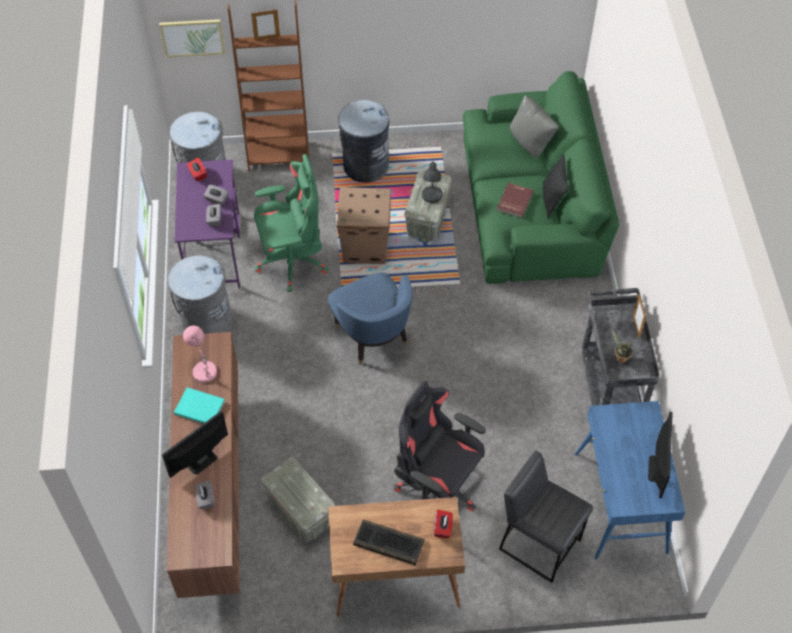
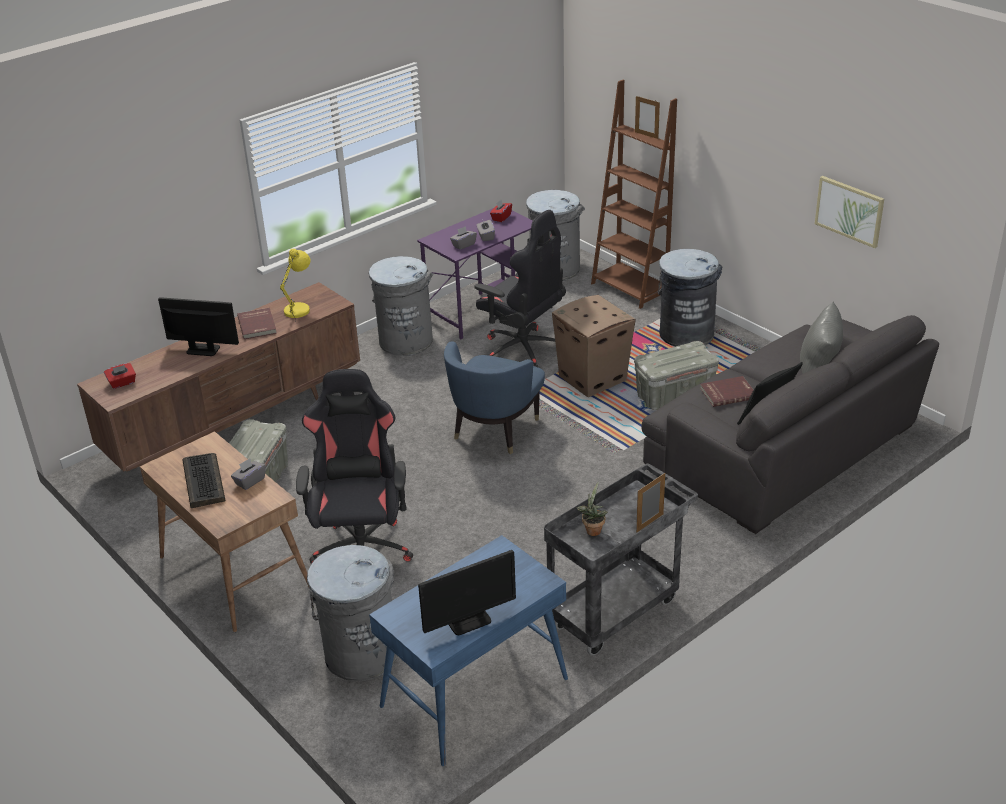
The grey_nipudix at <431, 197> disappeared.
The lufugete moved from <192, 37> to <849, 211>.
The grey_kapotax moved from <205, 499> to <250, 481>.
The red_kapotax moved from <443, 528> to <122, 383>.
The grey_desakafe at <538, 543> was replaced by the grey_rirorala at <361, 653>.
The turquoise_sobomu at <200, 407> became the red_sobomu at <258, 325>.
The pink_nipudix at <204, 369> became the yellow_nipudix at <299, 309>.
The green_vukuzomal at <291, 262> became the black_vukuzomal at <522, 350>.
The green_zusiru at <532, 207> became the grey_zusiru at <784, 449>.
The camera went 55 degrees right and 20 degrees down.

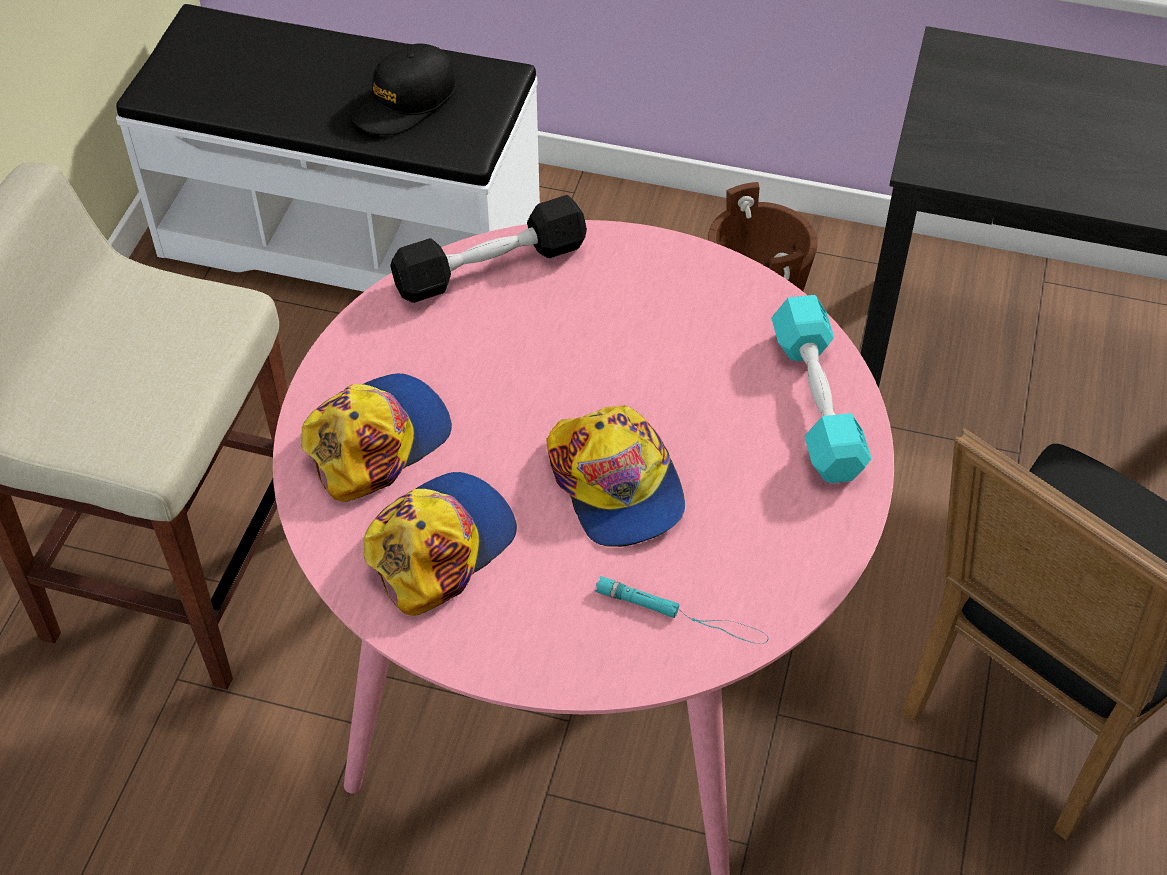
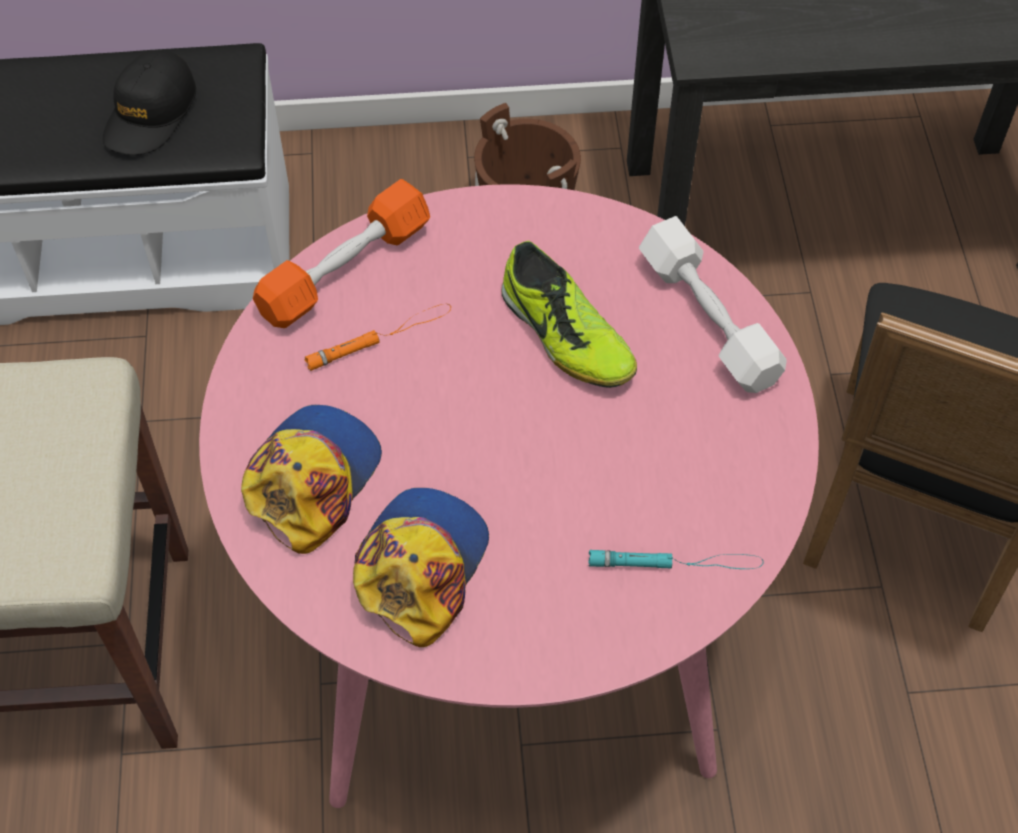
The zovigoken at <616, 485> disappeared.
The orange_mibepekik at <380, 337> appeared.
The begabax at <565, 336> appeared.
The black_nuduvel at <491, 266> became the orange_nuduvel at <345, 269>.
The turquoise_nuduvel at <816, 403> became the white_nuduvel at <708, 319>.
The camera went 20 degrees left and 5 degrees up.

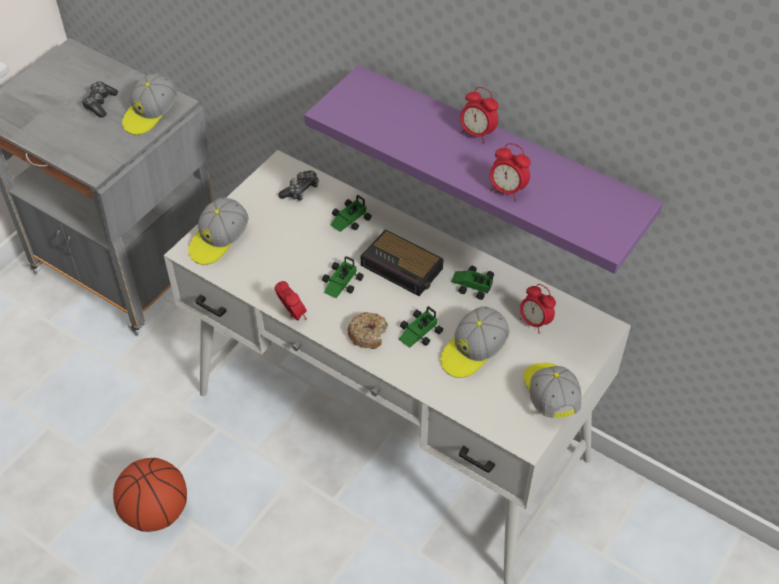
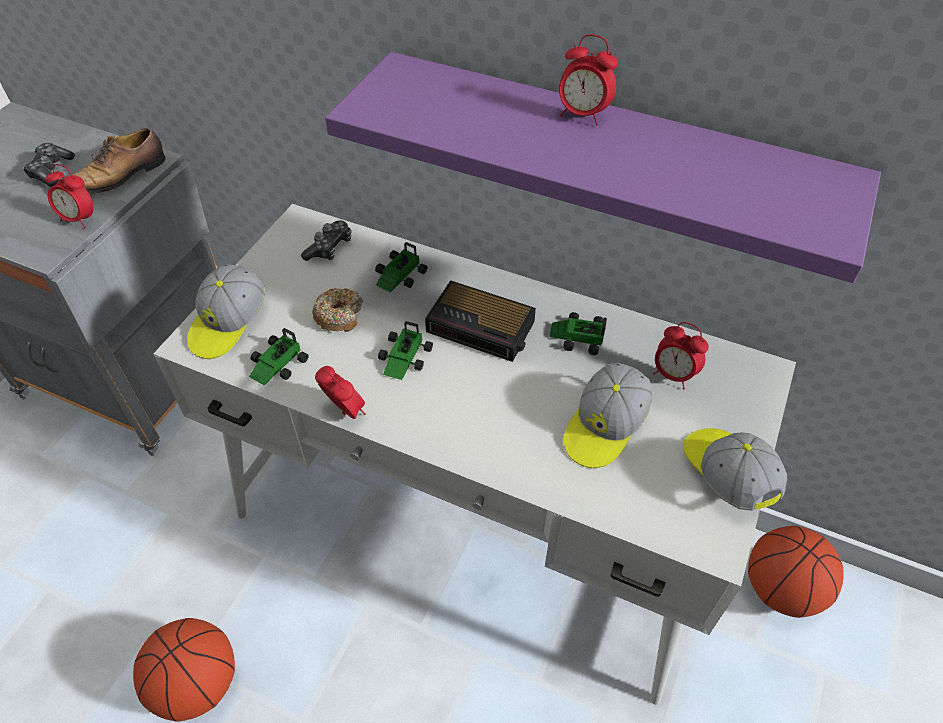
The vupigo at <780, 588> appeared.
The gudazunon moved from <368, 334> to <339, 315>.
The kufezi moved from <418, 332> to <276, 364>.
The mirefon moved from <507, 190> to <79, 219>.
The zovigoken at <151, 114> was replaced by the begabax at <120, 176>.
The camera went 10 degrees left and 0 degrees up.

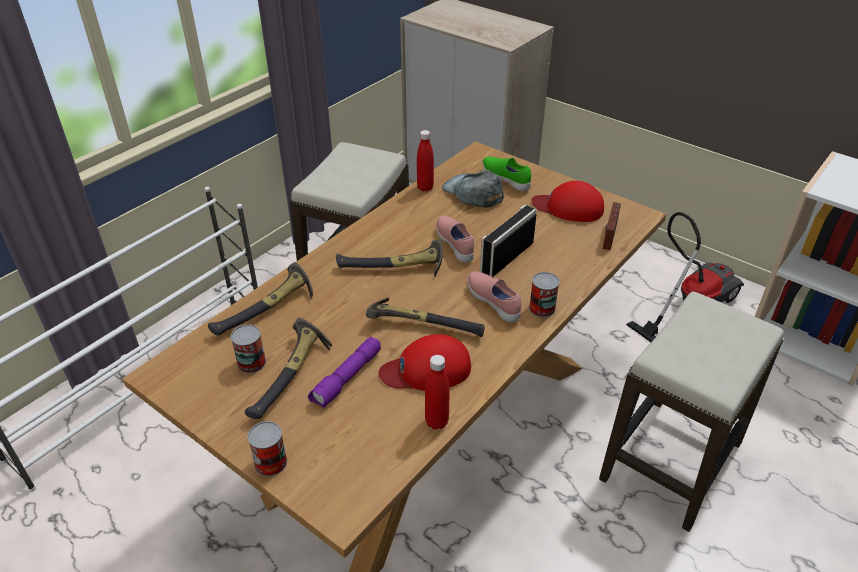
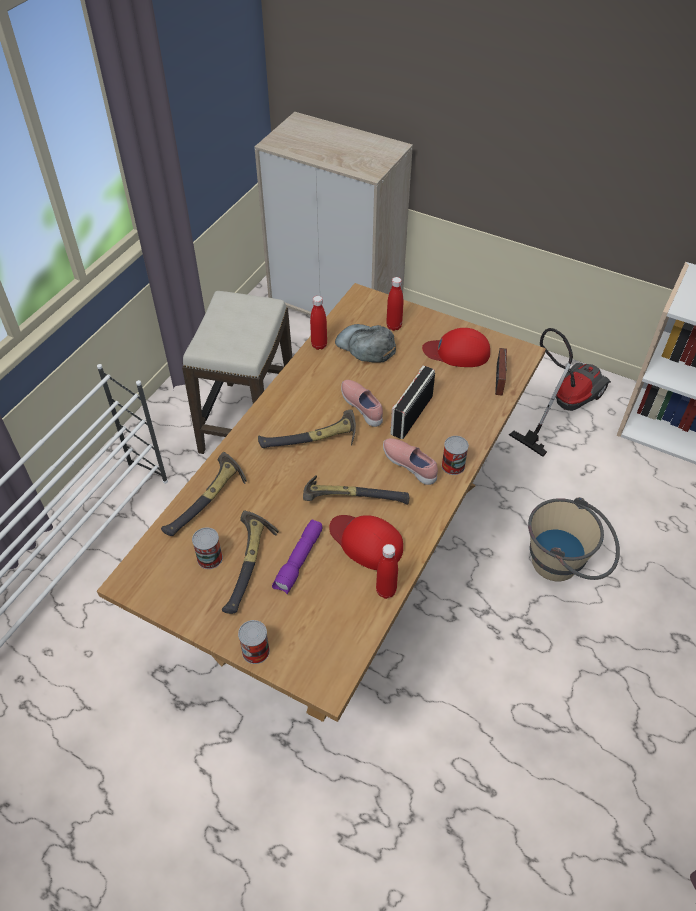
The green_begabax at <506, 179> was replaced by the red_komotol at <394, 326>.
The desakafe at <671, 462> was replaced by the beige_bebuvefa at <565, 565>.
The red_zovigoken at <427, 369> turned 60 degrees clockwise.
The camera went 10 degrees left and 10 degrees up.

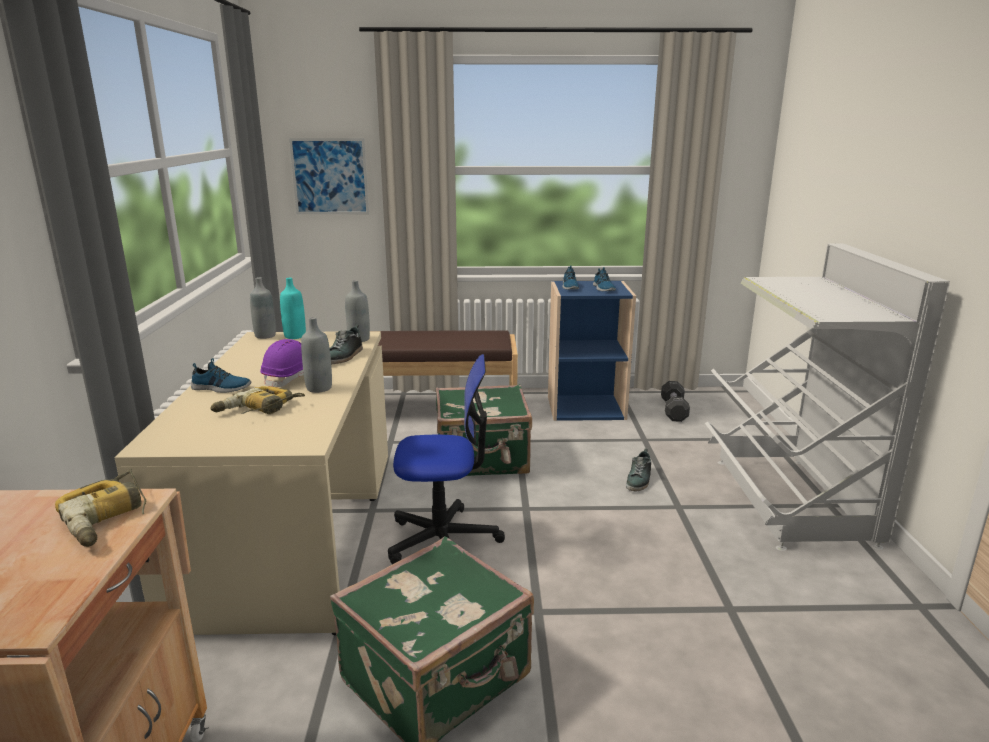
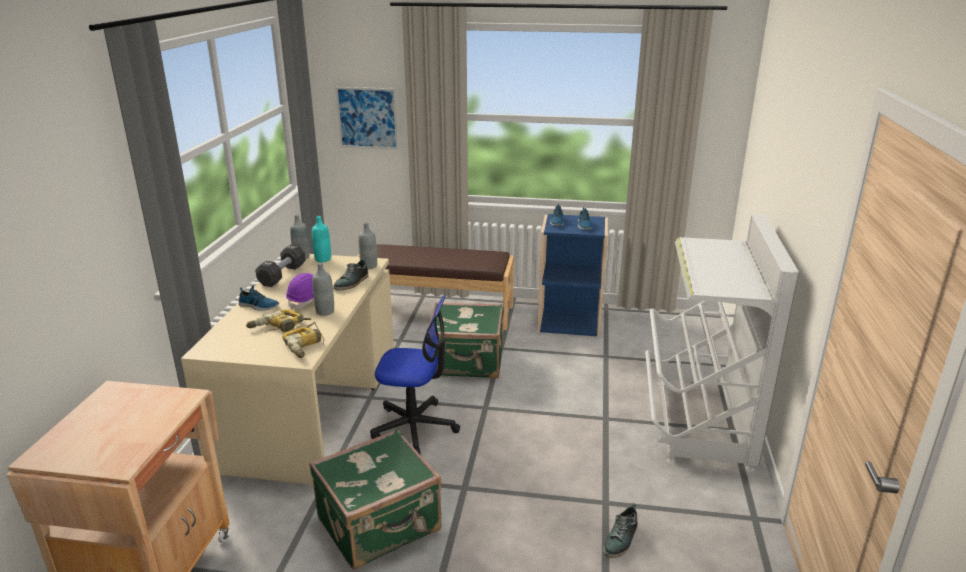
The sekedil moved from <109, 518> to <306, 345>.
The begabax moved from <639, 480> to <621, 539>.
The black_nuduvel moved from <673, 410> to <282, 275>.
The camera went 10 degrees right and 5 degrees up.

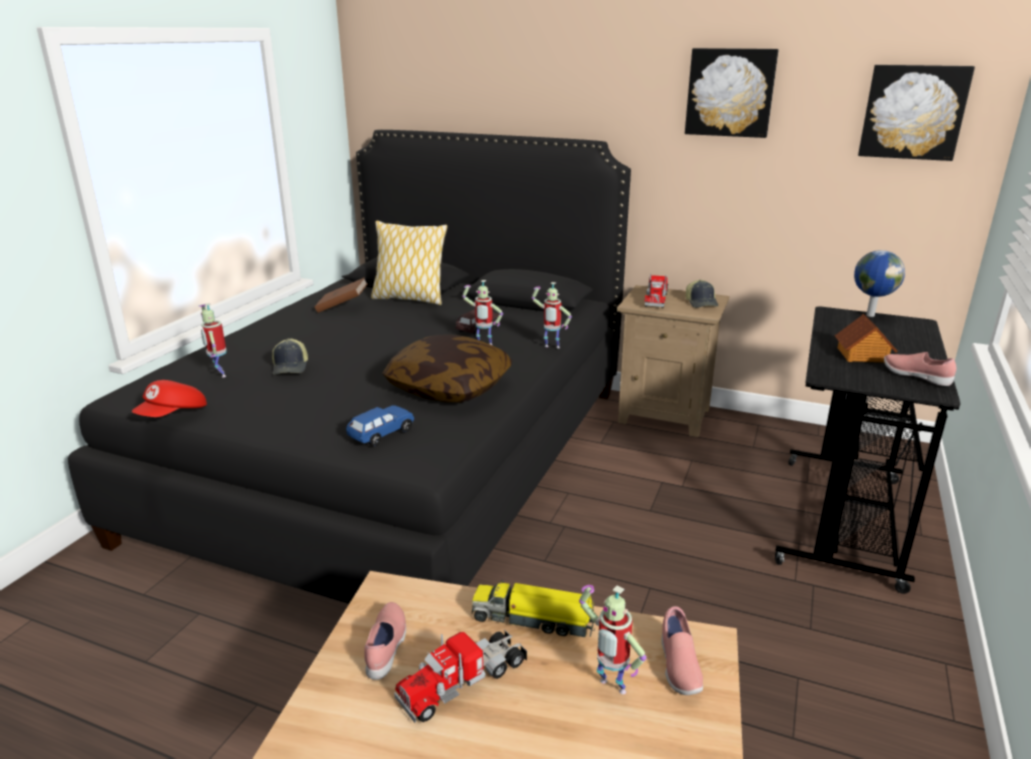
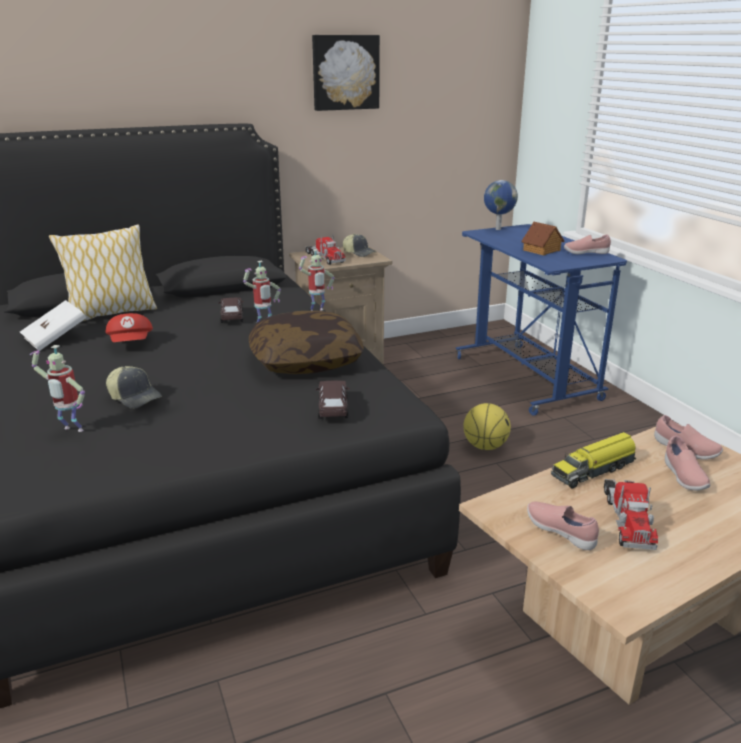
The lufugete at <913, 112> disappeared.
The vupigo at <485, 446> appeared.
The red_zovigoken moved from <173, 415> to <132, 343>.
The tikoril at <609, 688> was replaced by the pink_begabax at <683, 476>.
The brown_sobomu at <342, 307> became the white_sobomu at <55, 339>.
The blue_kufezi at <381, 434> became the brown_kufezi at <333, 408>.
The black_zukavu at <840, 521> became the blue_zukavu at <526, 378>.
The camera went 45 degrees left and 0 degrees up.

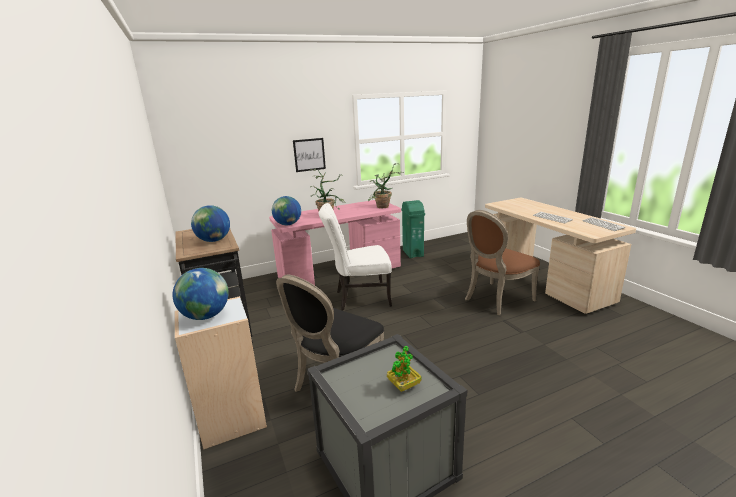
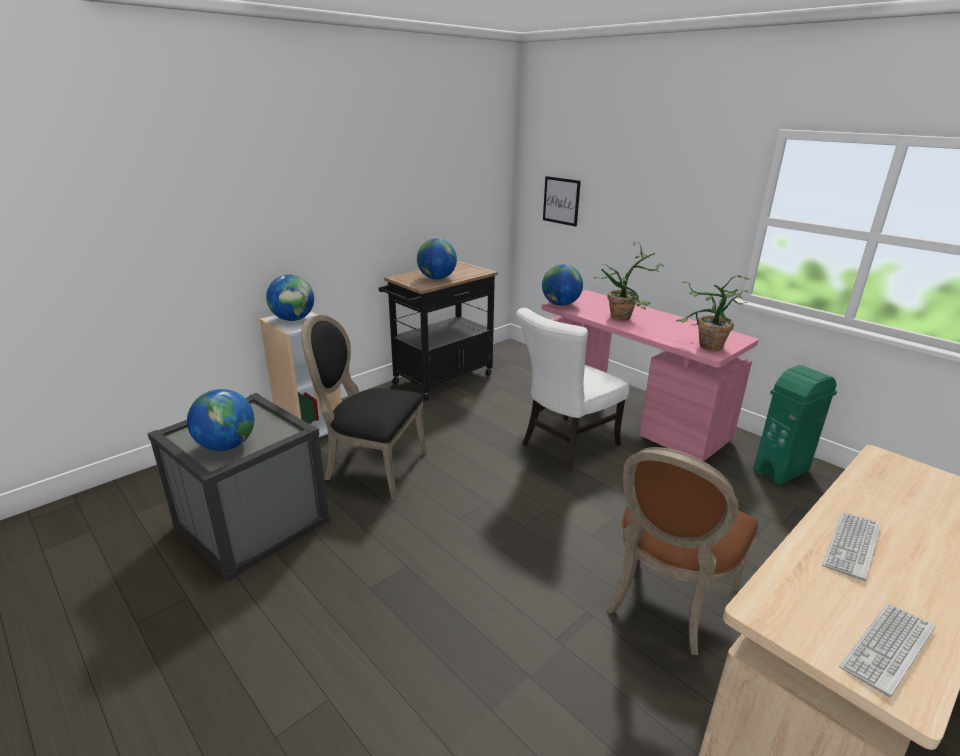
The lufugete moved from <309, 154> to <561, 201>.
The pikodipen at <404, 385> was replaced by the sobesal at <226, 446>.
The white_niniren at <359, 298> turned 105 degrees counterclockwise.
The brown_niniren at <495, 300> turned 90 degrees counterclockwise.
The camera went 70 degrees right and 5 degrees up.

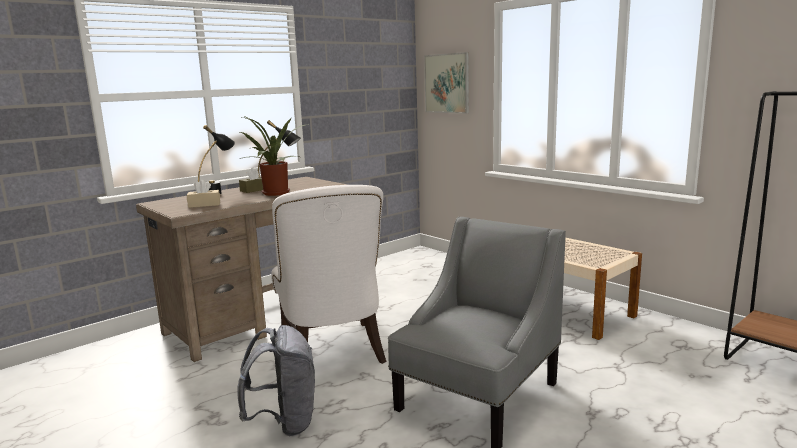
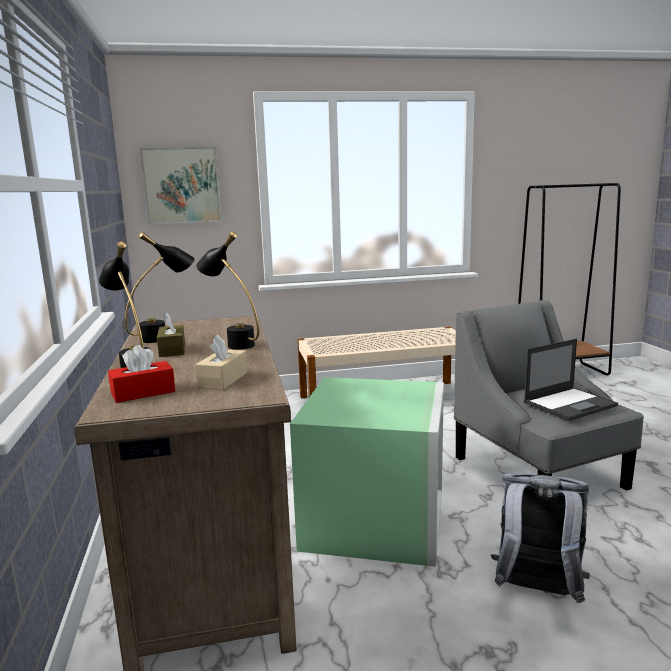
The red_kapotax at <143, 393> appeared.
The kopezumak at <570, 404> appeared.
The pikodipen at <275, 194> was replaced by the black_nipudix at <233, 343>.
The white_niniren at <333, 350> was replaced by the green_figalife at <376, 521>.
The camera went 60 degrees left and 0 degrees up.

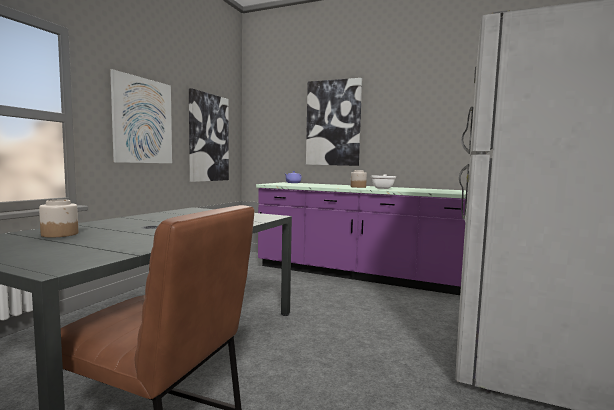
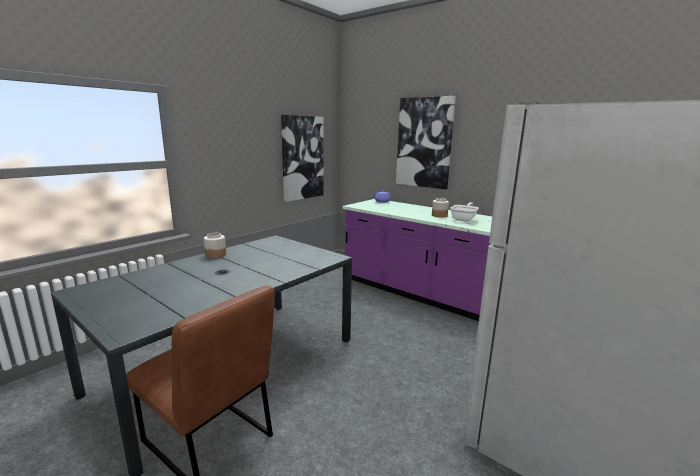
The lufugete at <143, 121> disappeared.
The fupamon moved from <60, 234> to <216, 255>.
The camera went 15 degrees right and 10 degrees up.

